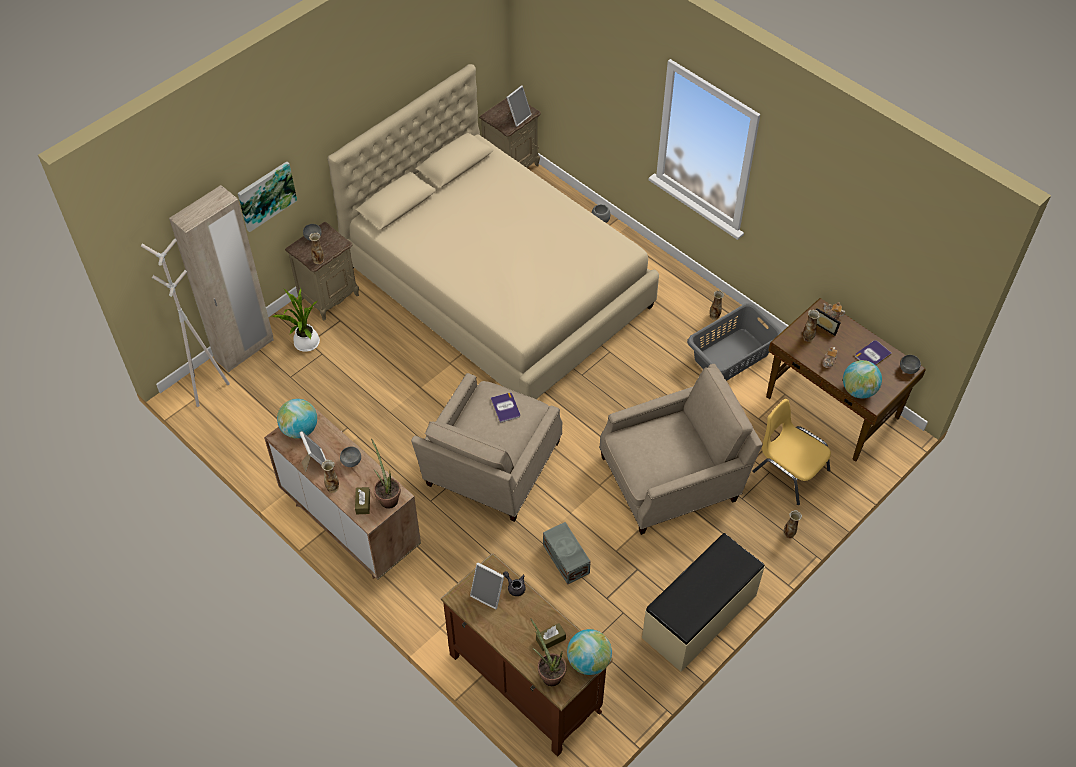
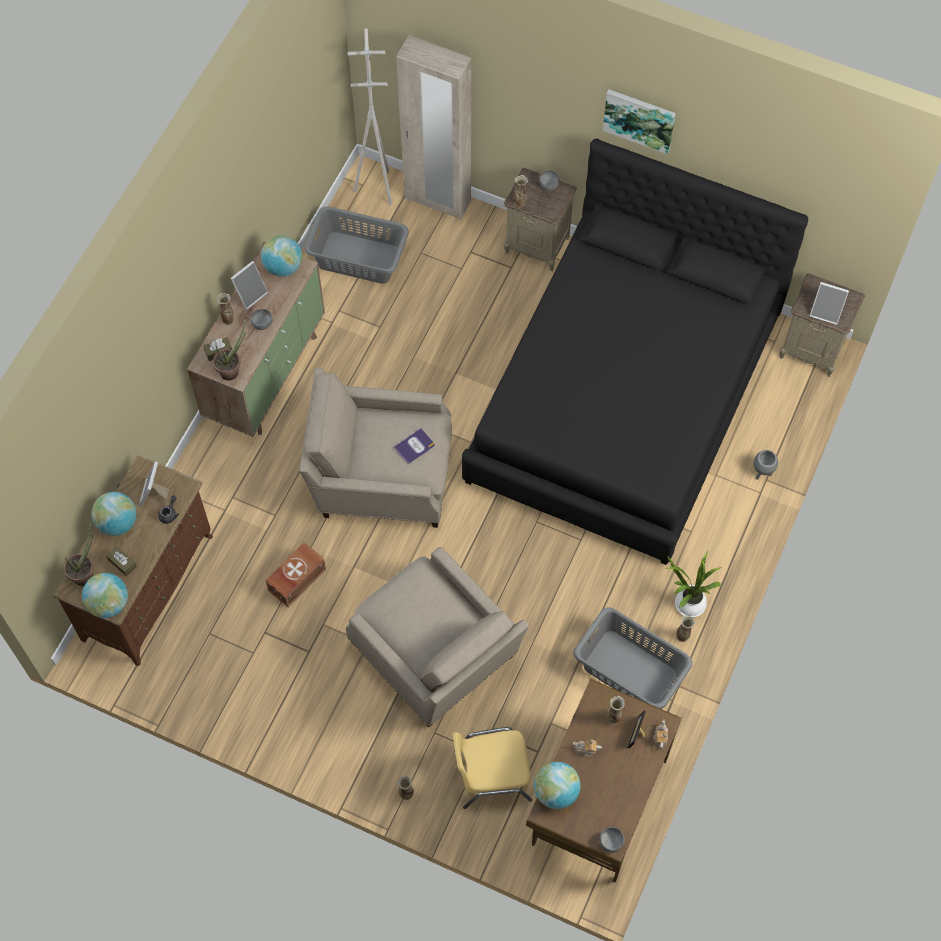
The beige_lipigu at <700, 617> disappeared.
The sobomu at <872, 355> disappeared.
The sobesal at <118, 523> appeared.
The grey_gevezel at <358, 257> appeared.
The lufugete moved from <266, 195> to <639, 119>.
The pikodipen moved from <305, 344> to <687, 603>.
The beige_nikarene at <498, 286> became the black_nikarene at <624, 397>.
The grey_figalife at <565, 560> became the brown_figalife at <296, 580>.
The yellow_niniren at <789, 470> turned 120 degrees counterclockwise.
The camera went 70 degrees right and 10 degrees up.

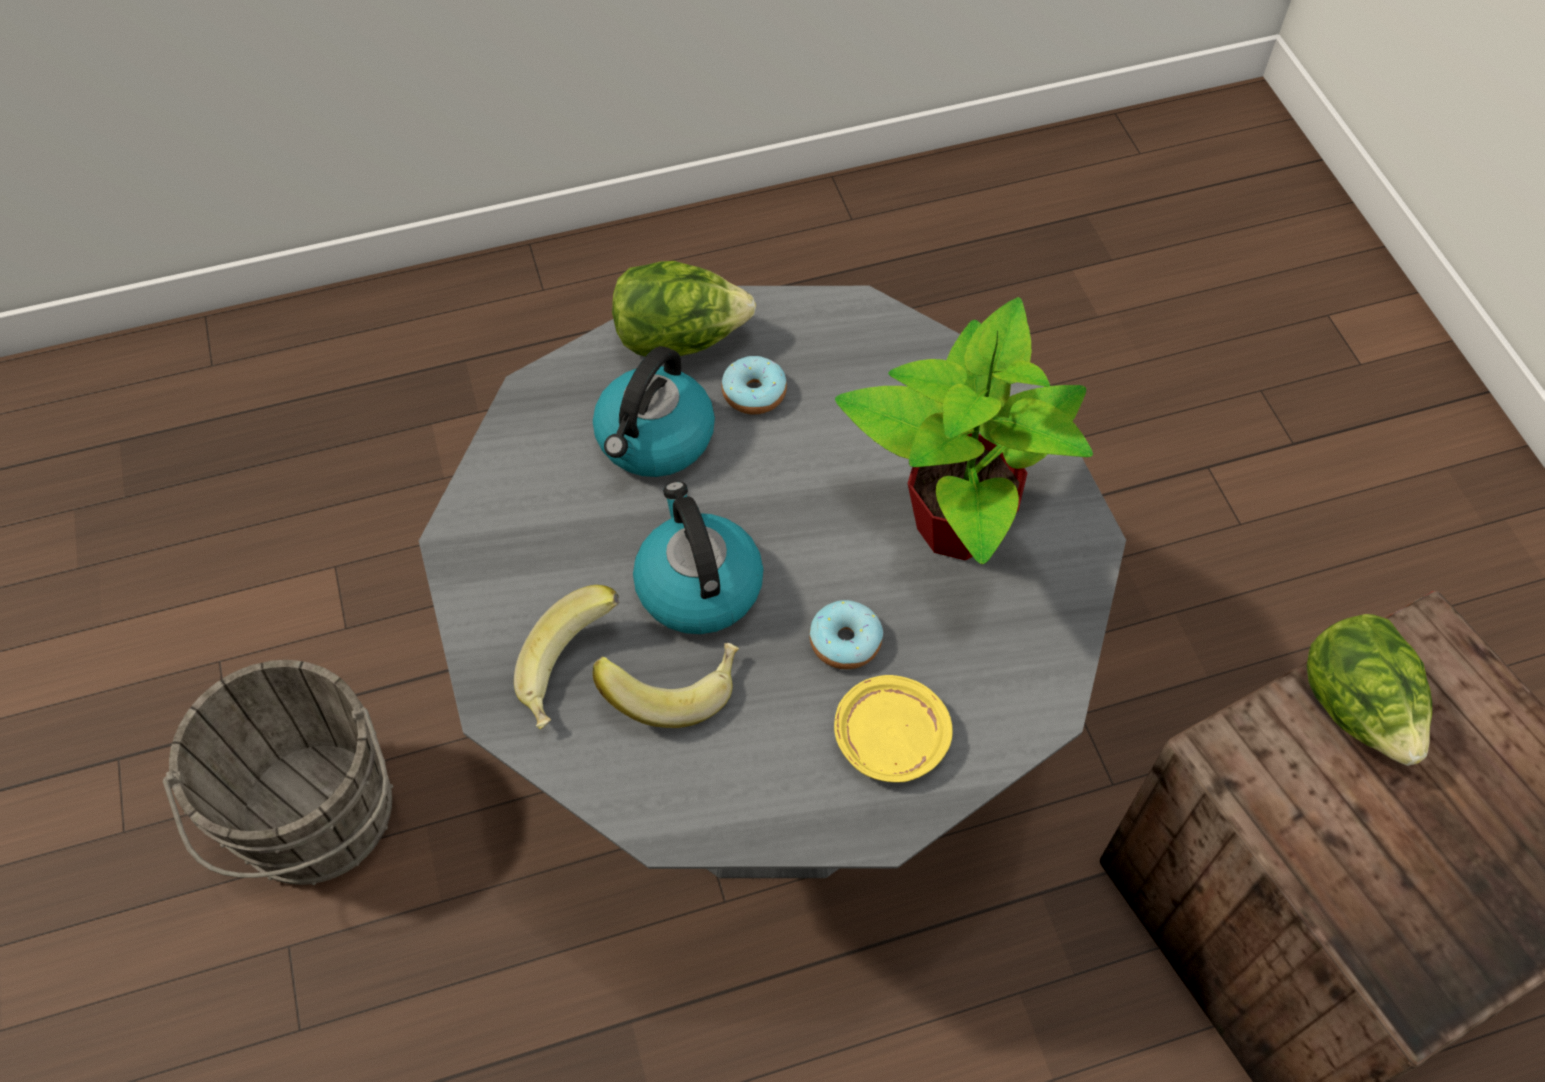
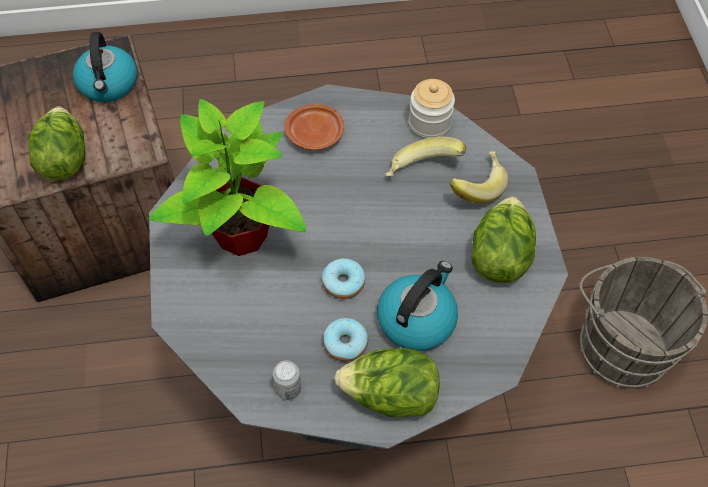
The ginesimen at <288, 389> appeared.
The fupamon at <429, 124> appeared.
The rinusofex at <499, 256> appeared.
The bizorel moved from <697, 585> to <109, 84>.
The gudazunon moved from <845, 641> to <343, 283>.
The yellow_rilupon at <889, 737> became the brown_rilupon at <315, 134>.
The camera went 170 degrees left and 0 degrees up.

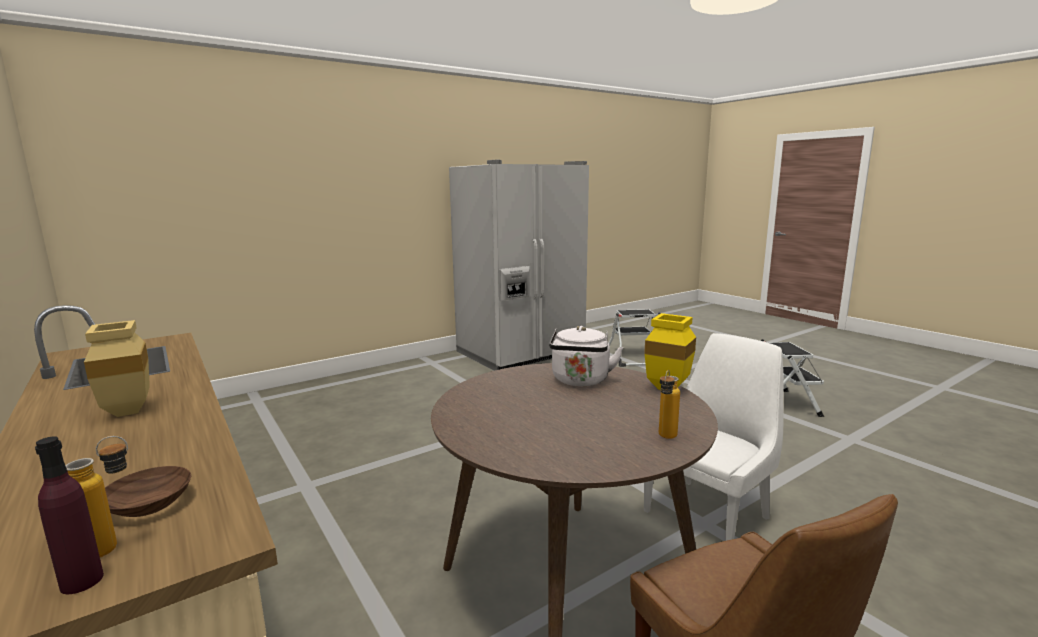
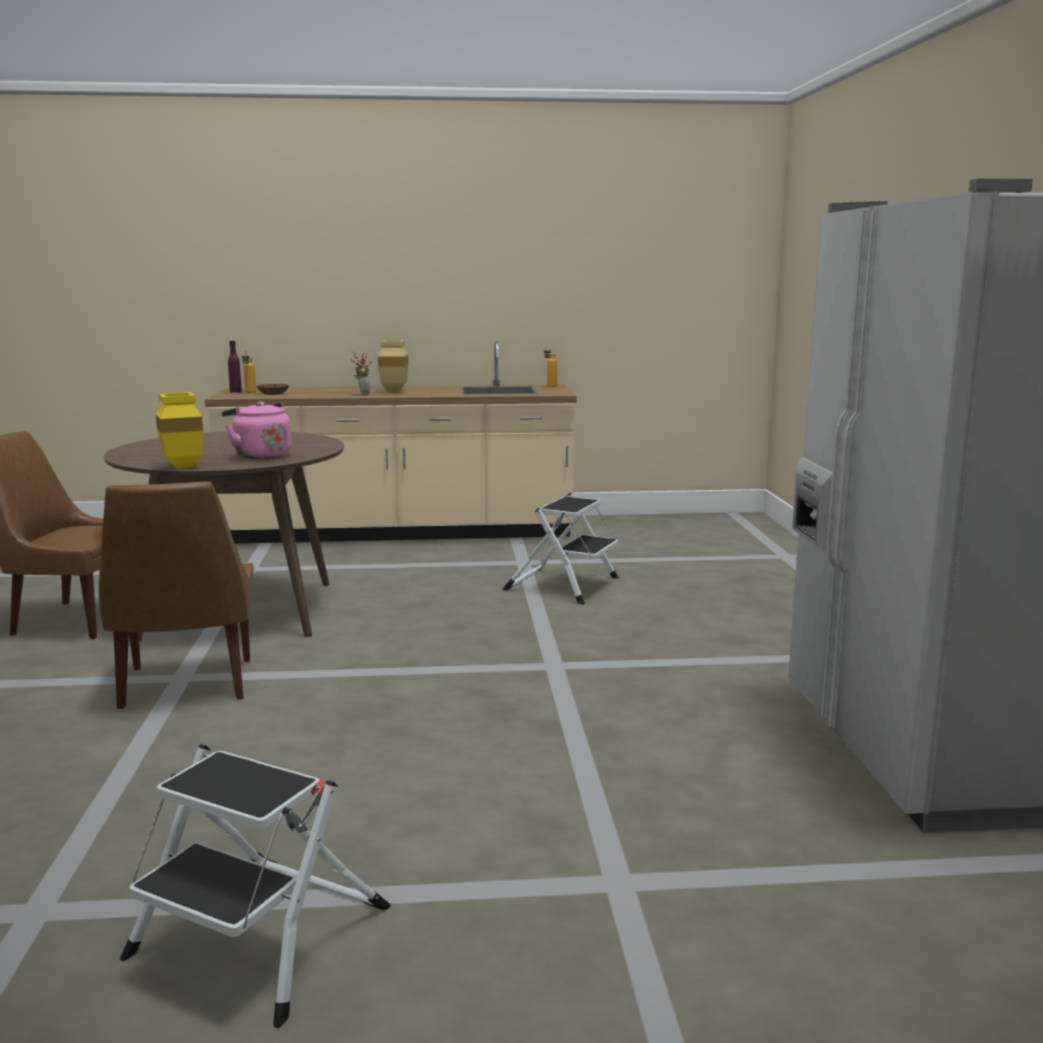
The pikodipen at <362, 394> appeared.
The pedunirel moved from <634, 357> to <563, 584>.
The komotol moved from <665, 438> to <549, 386>.
The white_bizorel at <580, 381> became the pink_bizorel at <260, 455>.
The white_niniren at <708, 513> became the brown_niniren at <186, 686>.
The camera went 120 degrees right and 0 degrees up.

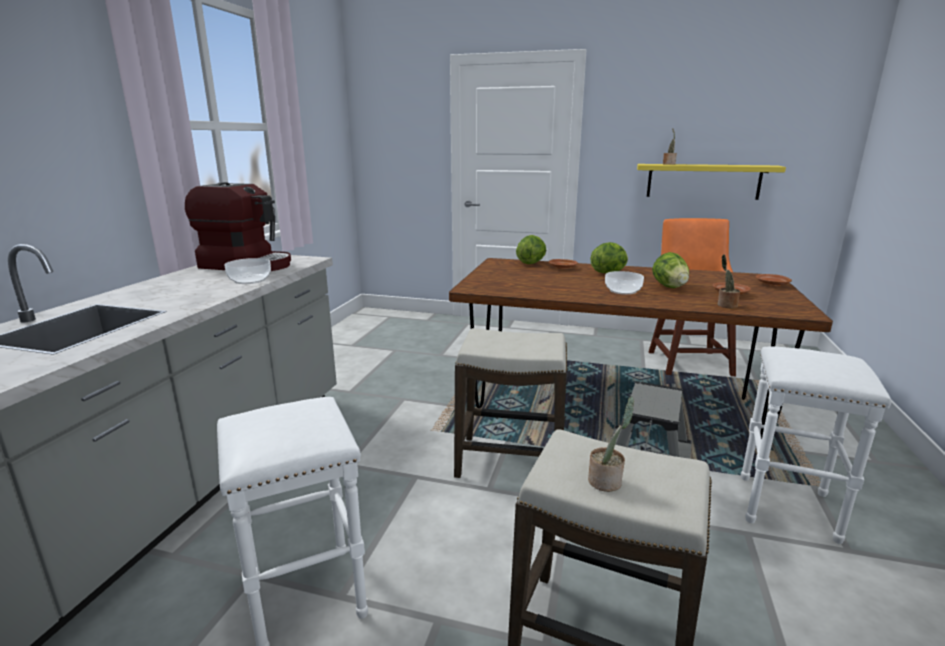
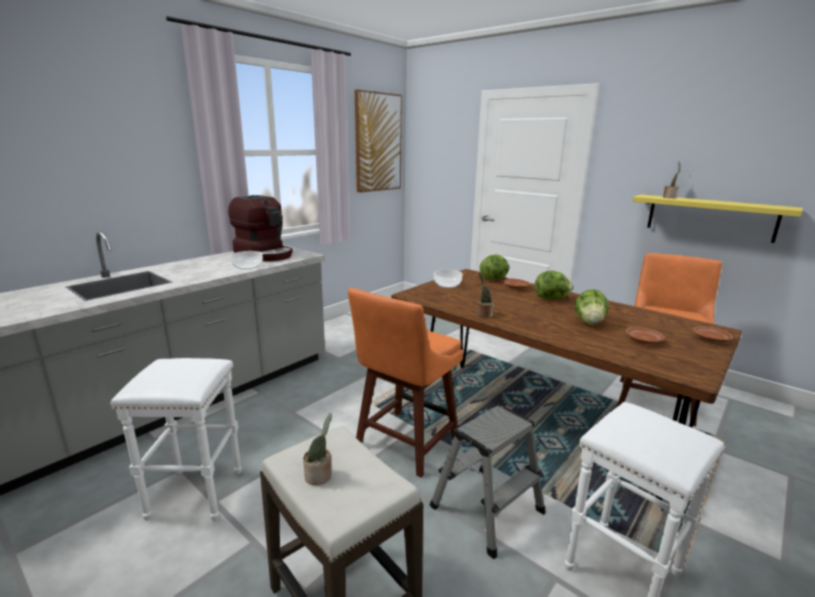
The lufugete at <378, 142> appeared.
The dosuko moved from <622, 290> to <447, 284>.
The pikodipen moved from <725, 305> to <484, 314>.
The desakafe at <510, 461> was replaced by the orange_niniren at <403, 444>.
The camera went 25 degrees right and 0 degrees up.

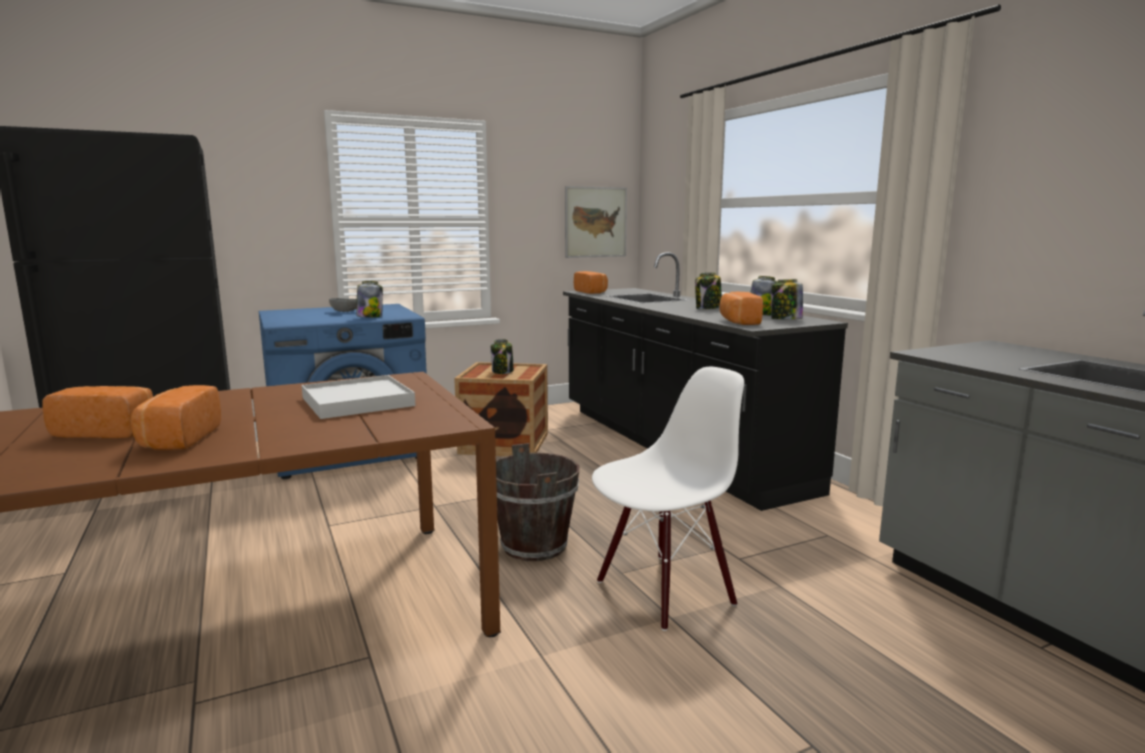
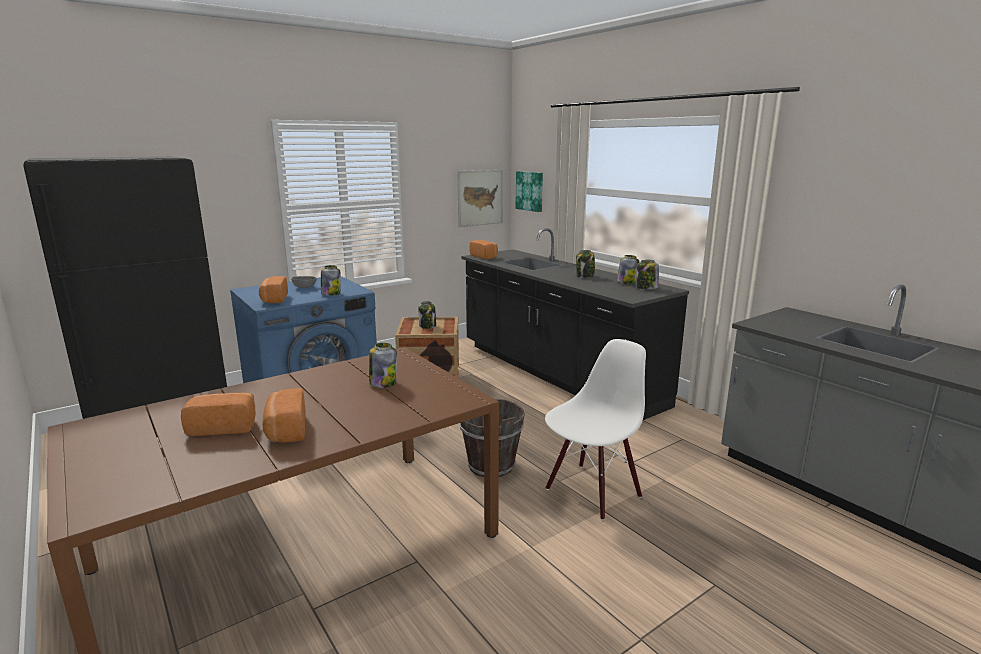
The lufugete at <530, 191> appeared.
The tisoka moved from <738, 322> to <274, 299>.
The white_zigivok at <357, 402> was replaced by the fupamon at <383, 383>.
The camera went 10 degrees left and 5 degrees up.

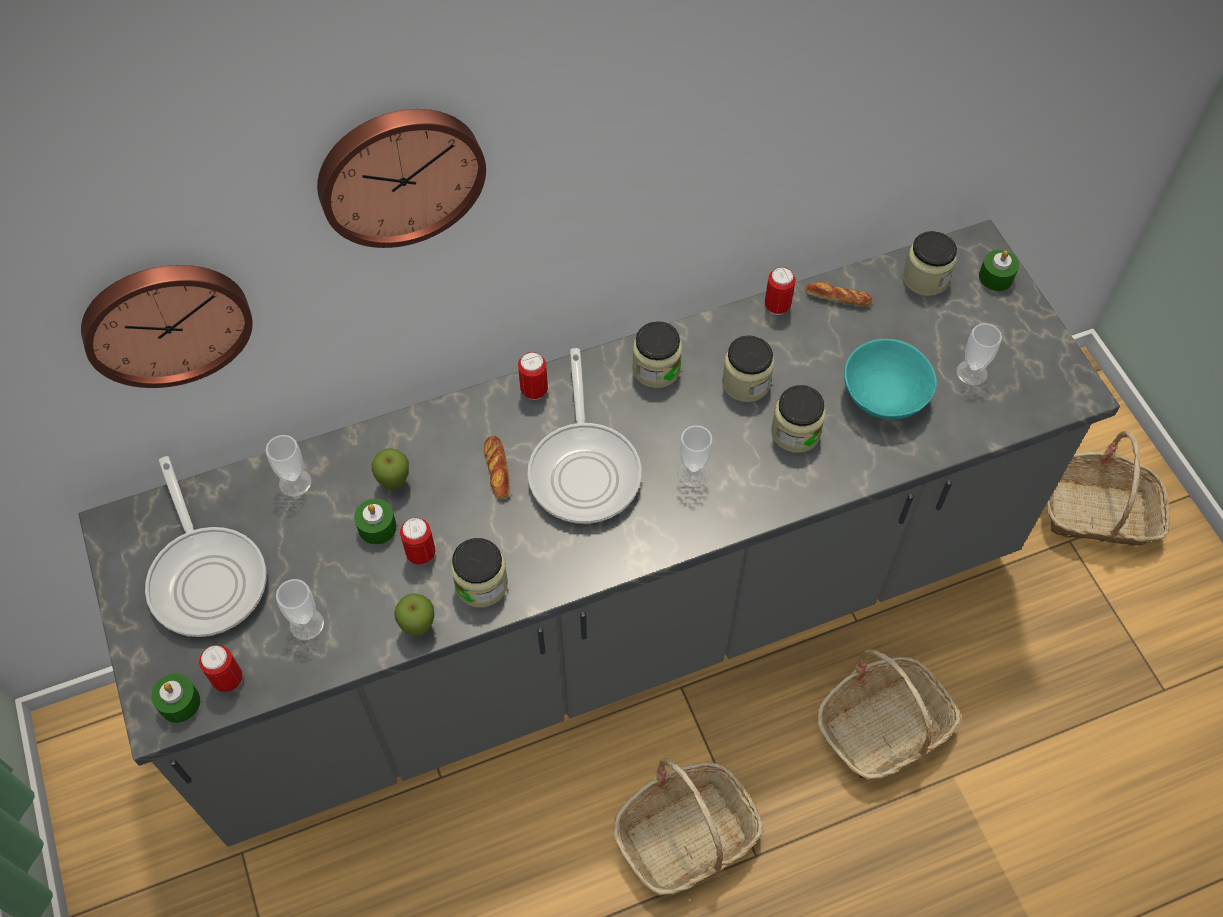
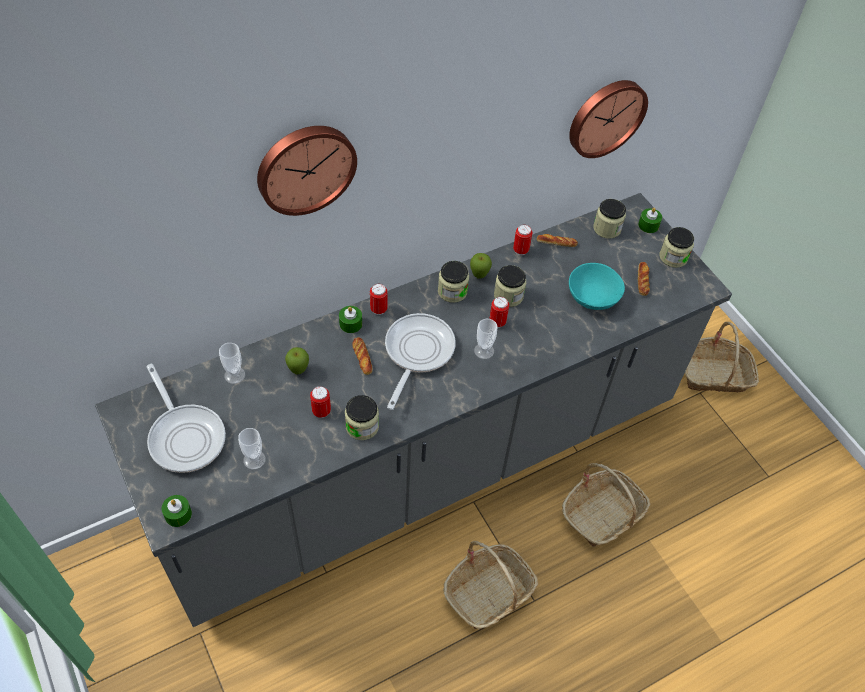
The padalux moved from <166, 320> to <605, 116>.
The ginesimen moved from <228, 679> to <497, 322>.
The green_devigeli moved from <377, 527> to <350, 324>.
The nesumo moved from <418, 627> to <479, 276>.
The fupamon moved from <795, 432> to <673, 257>.
The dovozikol at <971, 373> was replaced by the tisoka at <642, 280>.
The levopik at <584, 468> turned 150 degrees counterclockwise.
The camera went 10 degrees left and 5 degrees down.

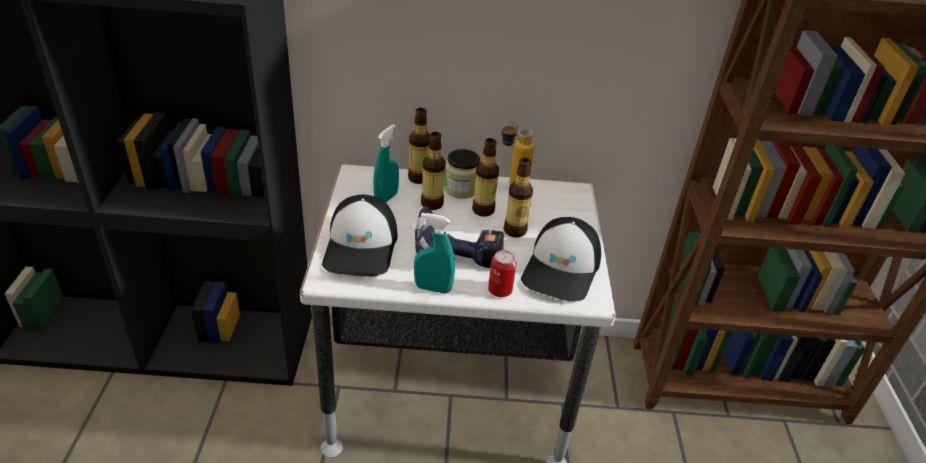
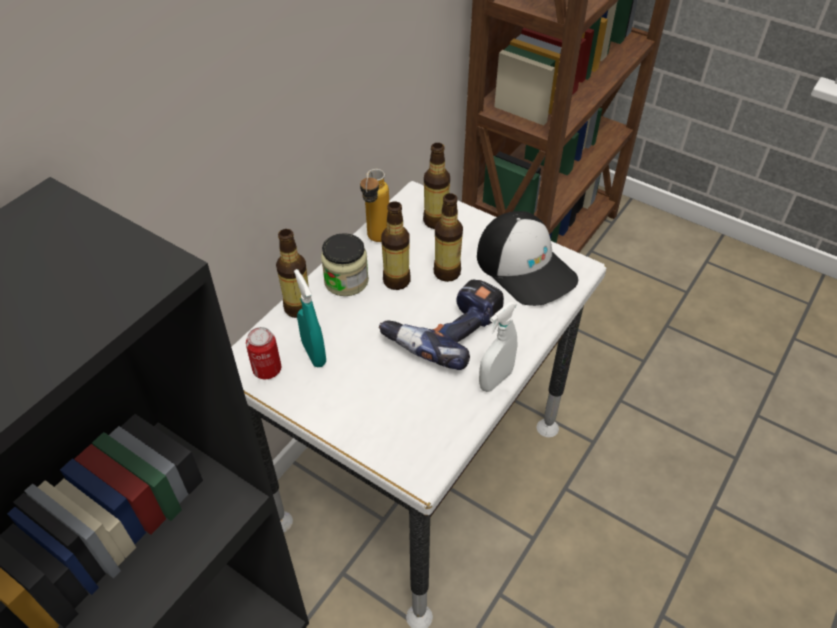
The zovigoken at <361, 247> disappeared.
The komotol moved from <432, 204> to <435, 221>.
The ginesimen moved from <500, 290> to <267, 369>.
The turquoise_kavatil at <433, 288> became the white_kavatil at <495, 380>.
The camera went 55 degrees left and 10 degrees up.

